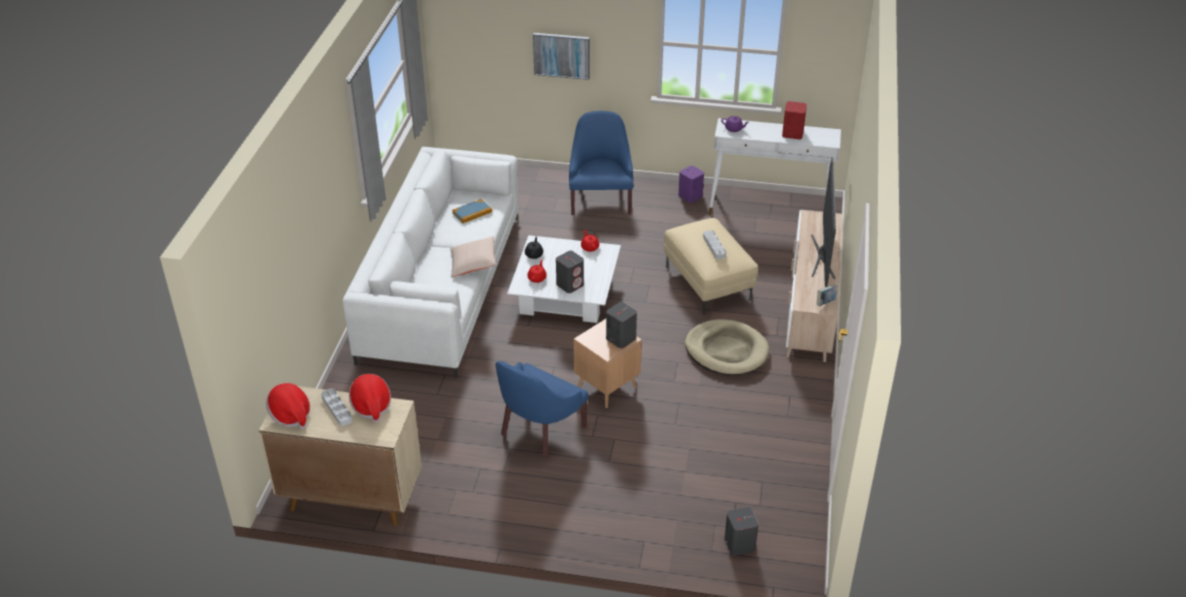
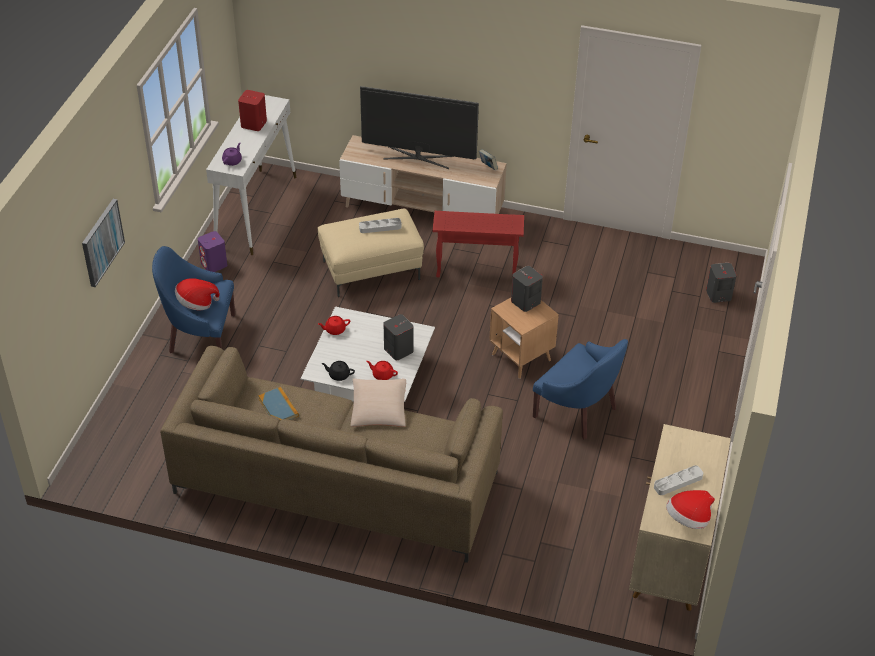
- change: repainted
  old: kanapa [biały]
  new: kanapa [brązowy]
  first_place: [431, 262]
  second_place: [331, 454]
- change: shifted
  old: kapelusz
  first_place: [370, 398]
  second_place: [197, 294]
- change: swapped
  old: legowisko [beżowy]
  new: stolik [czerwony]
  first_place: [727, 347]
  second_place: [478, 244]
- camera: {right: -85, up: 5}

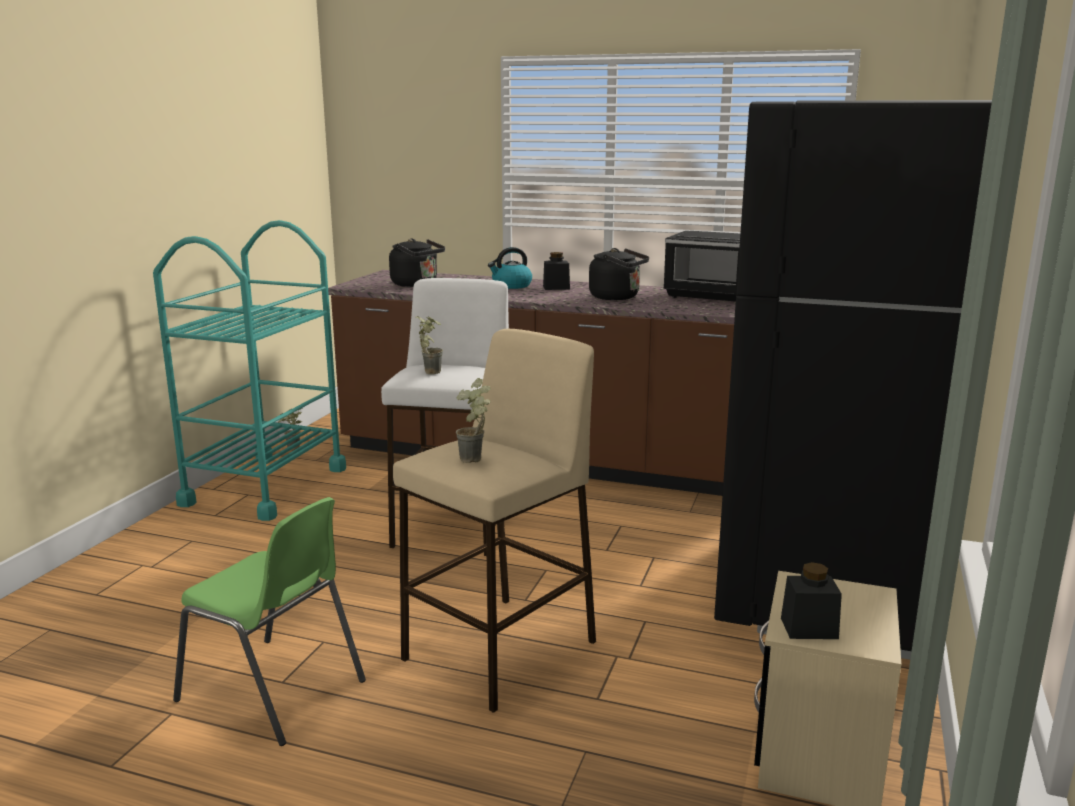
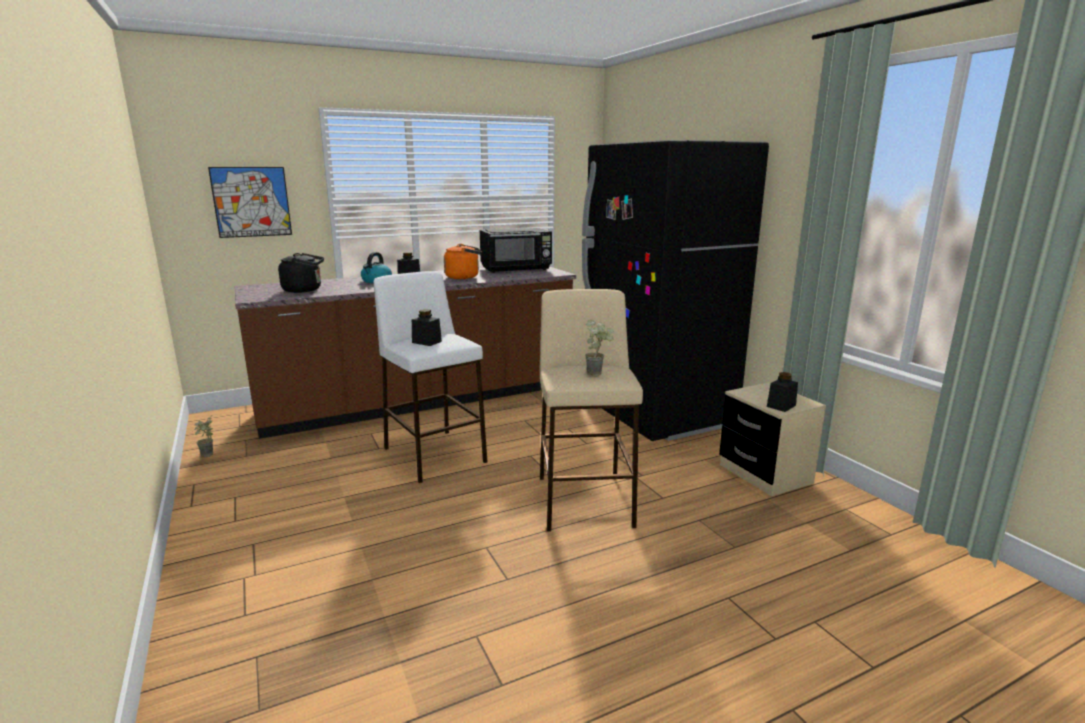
- change: gone
  old: wózek [turkusowy]
  first_place: [249, 370]
- change: gone
  old: krzesło [zielony]
  first_place: [269, 621]
- change: swapped
  old: roślina doniczkowa
  new: słoik [czarny]
  first_place: [429, 345]
  second_place: [427, 327]
- change: repainted
  old: czajnik [czarny]
  new: czajnik [pomarańczowy]
  first_place: [619, 274]
  second_place: [463, 261]
- change: new
  new: obraz
  second_place: [250, 202]
- camera: {right: -45, up: 0}

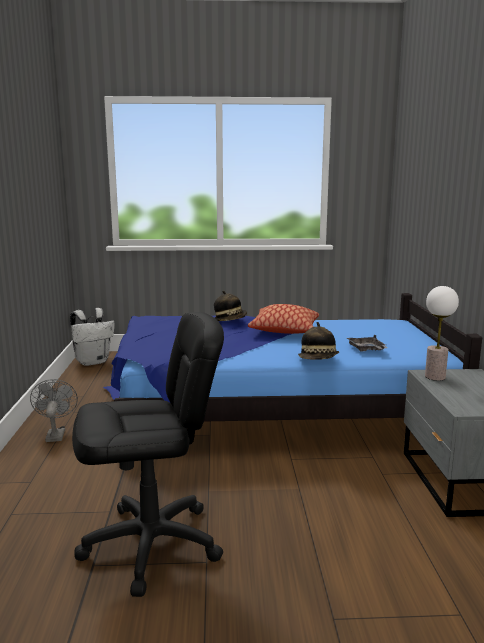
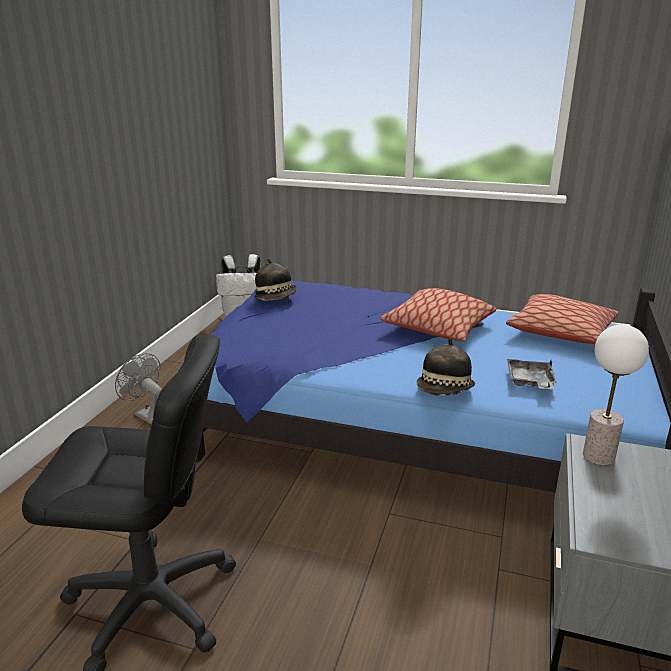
- change: rotated
  old: wentylator [szary]
  first_place: [54, 410]
  second_place: [138, 389]
  degrees: -60
- change: shifted
  old: kapelusz
  first_place: [230, 306]
  second_place: [275, 280]
- change: new
  new: poduszka
  second_place: [562, 319]
- camera: {right: 20, up: 10}

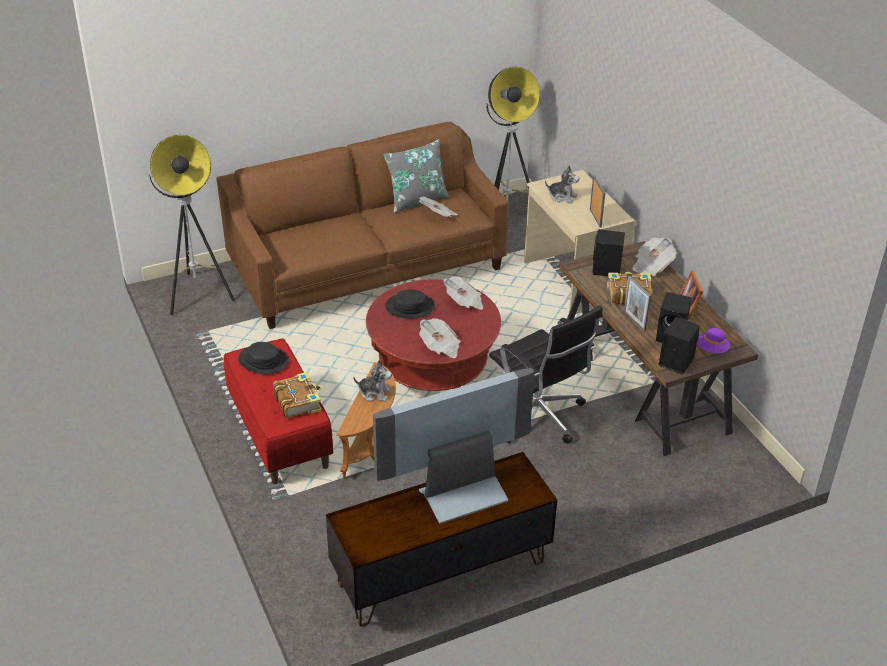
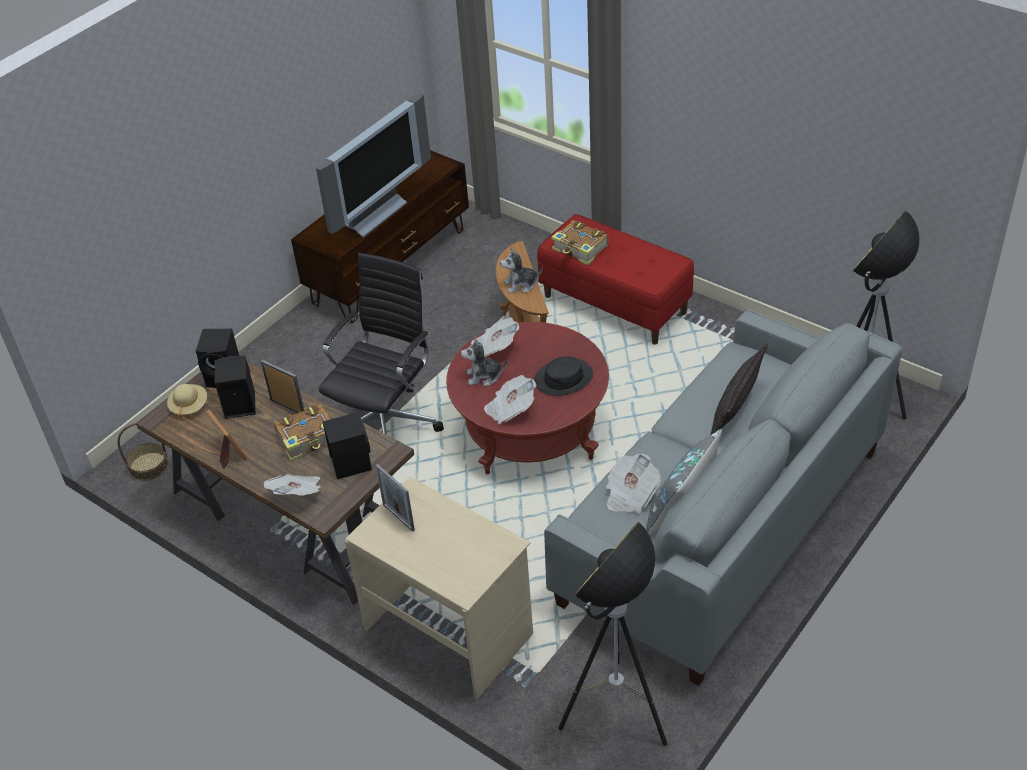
- change: repainted
  old: kanapa [brązowy]
  new: kanapa [szary]
  first_place: [362, 225]
  second_place: [723, 497]
- change: gone
  old: kapelusz [czarny]
  first_place: [263, 358]
- change: rotated
  old: krzesło biurowe [czarny]
  first_place: [545, 374]
  second_place: [381, 344]
  degrees: 90
- change: shifted
  old: pluszak
  first_place: [562, 184]
  second_place: [484, 361]
- change: repainted
  old: kapelusz [fioletowy]
  new: kapelusz [beżowy]
  first_place: [713, 340]
  second_place: [187, 402]
- change: new
  new: koszyk
  second_place: [143, 451]
- change: new
  new: poduszka
  second_place: [739, 388]
- camera: {right: 155, up: 5}

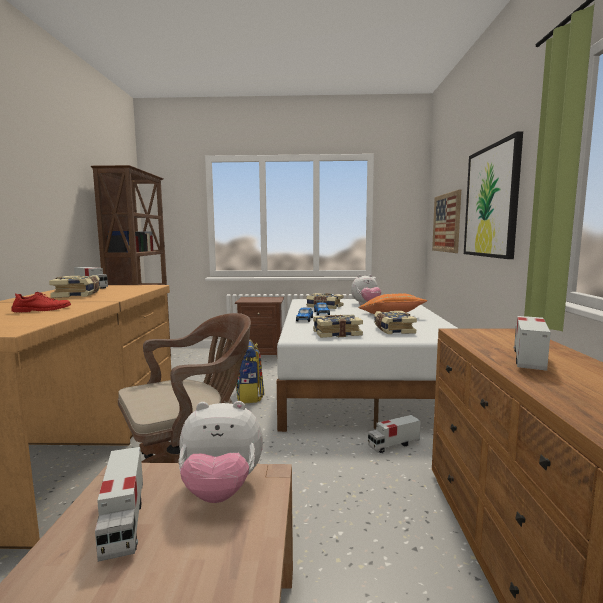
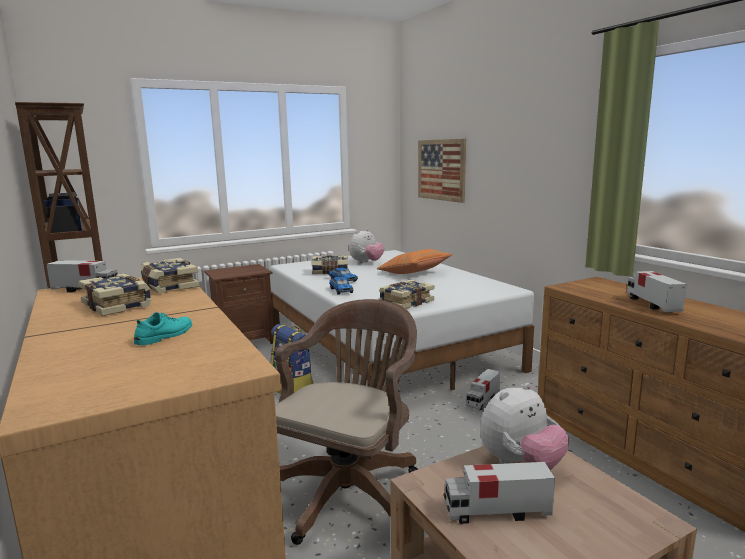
- change: repainted
  old: but [czerwony]
  new: but [turkusowy]
  first_place: [41, 301]
  second_place: [163, 328]
- change: rotated
  old: ciężarówka zabawkowa
  first_place: [119, 504]
  second_place: [499, 493]
  degrees: 135
- change: shifted
  old: książka
  first_place: [395, 322]
  second_place: [170, 275]
- change: gone
  old: obraz
  first_place: [493, 195]
- camera: {right: -30, up: 5}

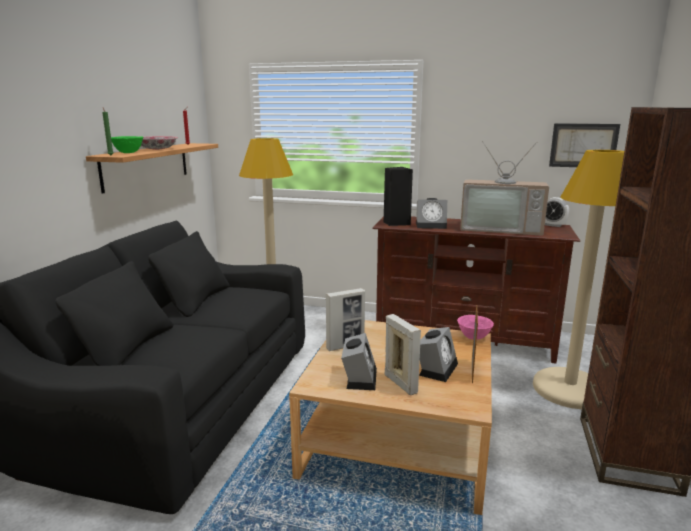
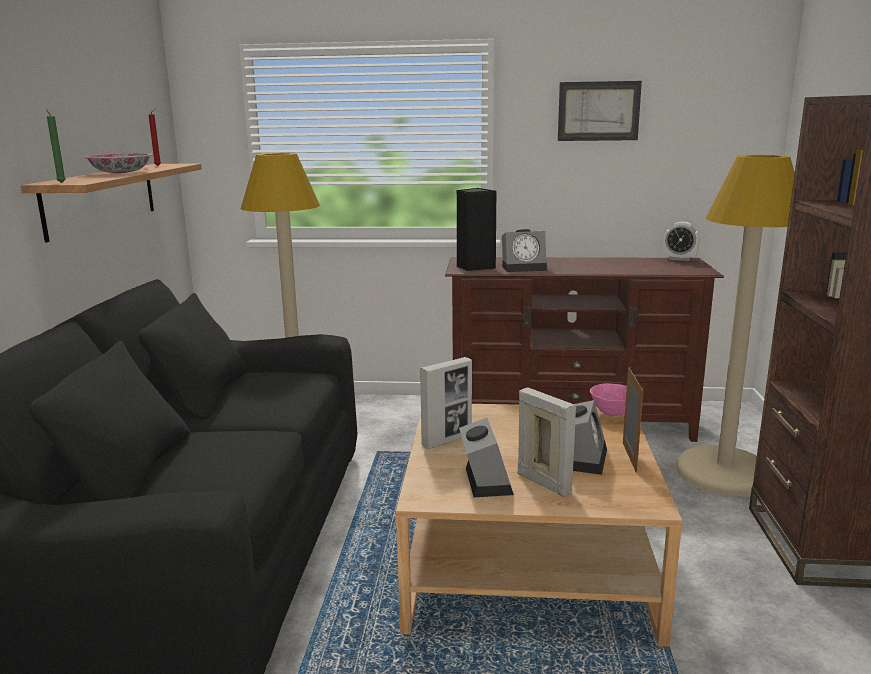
- change: gone
  old: miska [zielony]
  first_place: [127, 144]
- change: gone
  old: telewizor
  first_place: [504, 188]
- change: shifted
  old: obraz
  first_place: [584, 145]
  second_place: [600, 111]
- camera: {right: -10, up: 0}

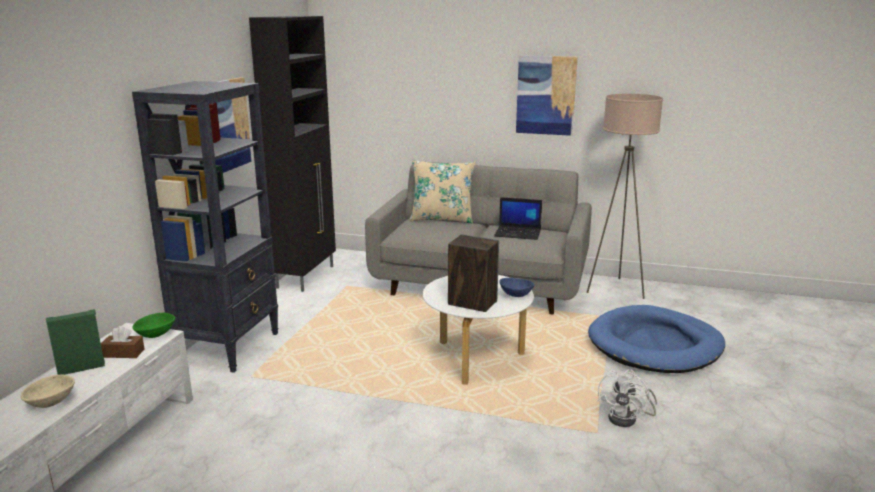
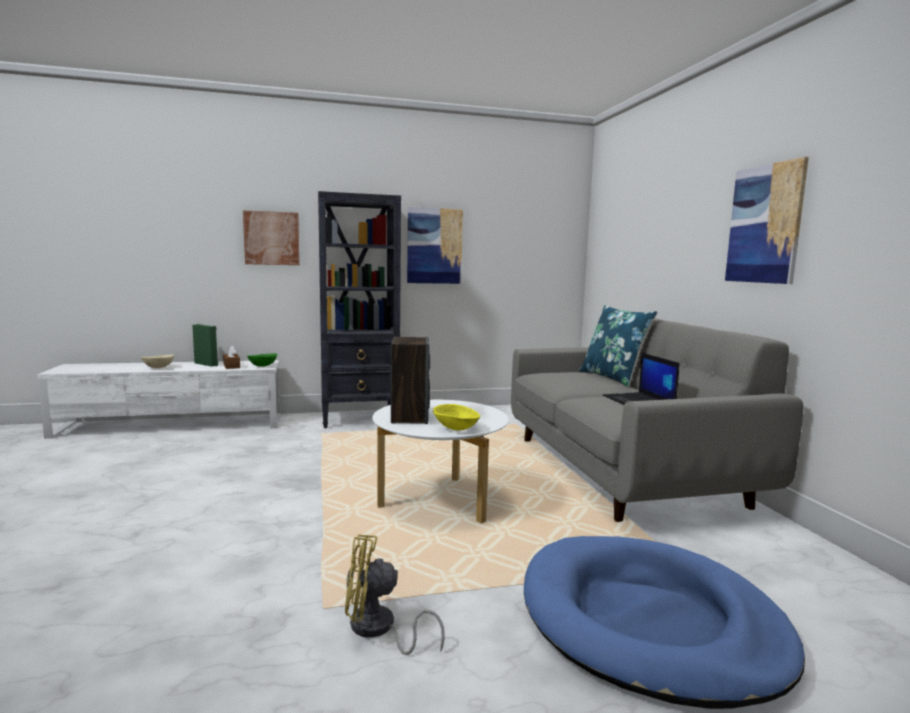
- change: gone
  old: szafka [czarny]
  first_place: [292, 154]
- change: repainted
  old: poduszka [beżowy]
  new: poduszka [niebieski]
  first_place: [442, 191]
  second_place: [618, 346]
- change: repainted
  old: miska [niebieski]
  new: miska [żółty]
  first_place: [517, 287]
  second_place: [456, 417]
- change: gone
  old: lampa stojąca [beżowy]
  first_place: [625, 196]
- change: repainted
  old: wentylator [biały]
  new: wentylator [żółty]
  first_place: [627, 398]
  second_place: [395, 595]
- change: new
  new: obraz
  second_place: [271, 237]
- camera: {right: 60, up: -10}

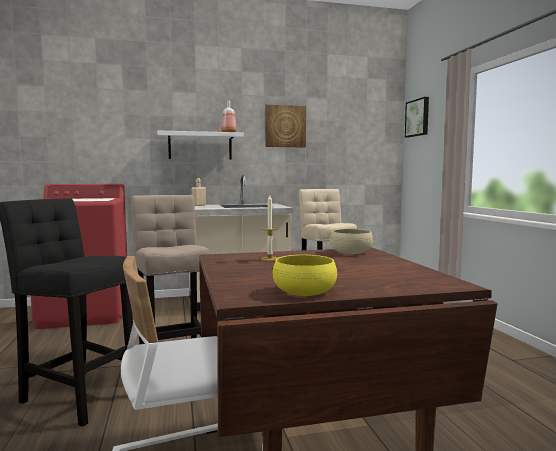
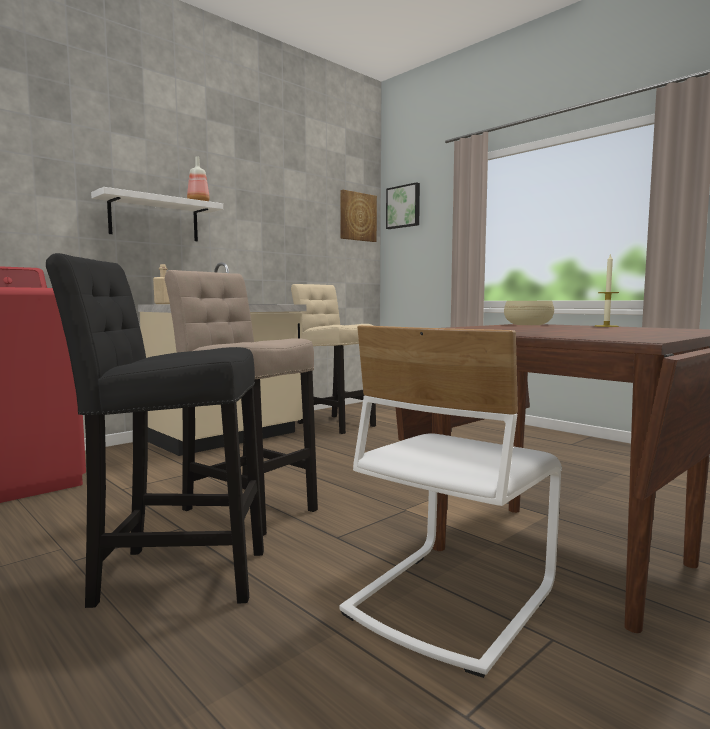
- change: shifted
  old: świeca
  first_place: [269, 228]
  second_place: [607, 290]
- change: shifted
  old: obraz
  first_place: [285, 125]
  second_place: [359, 216]
- change: gone
  old: miska [żółty]
  first_place: [304, 275]
- camera: {right: -30, up: 0}

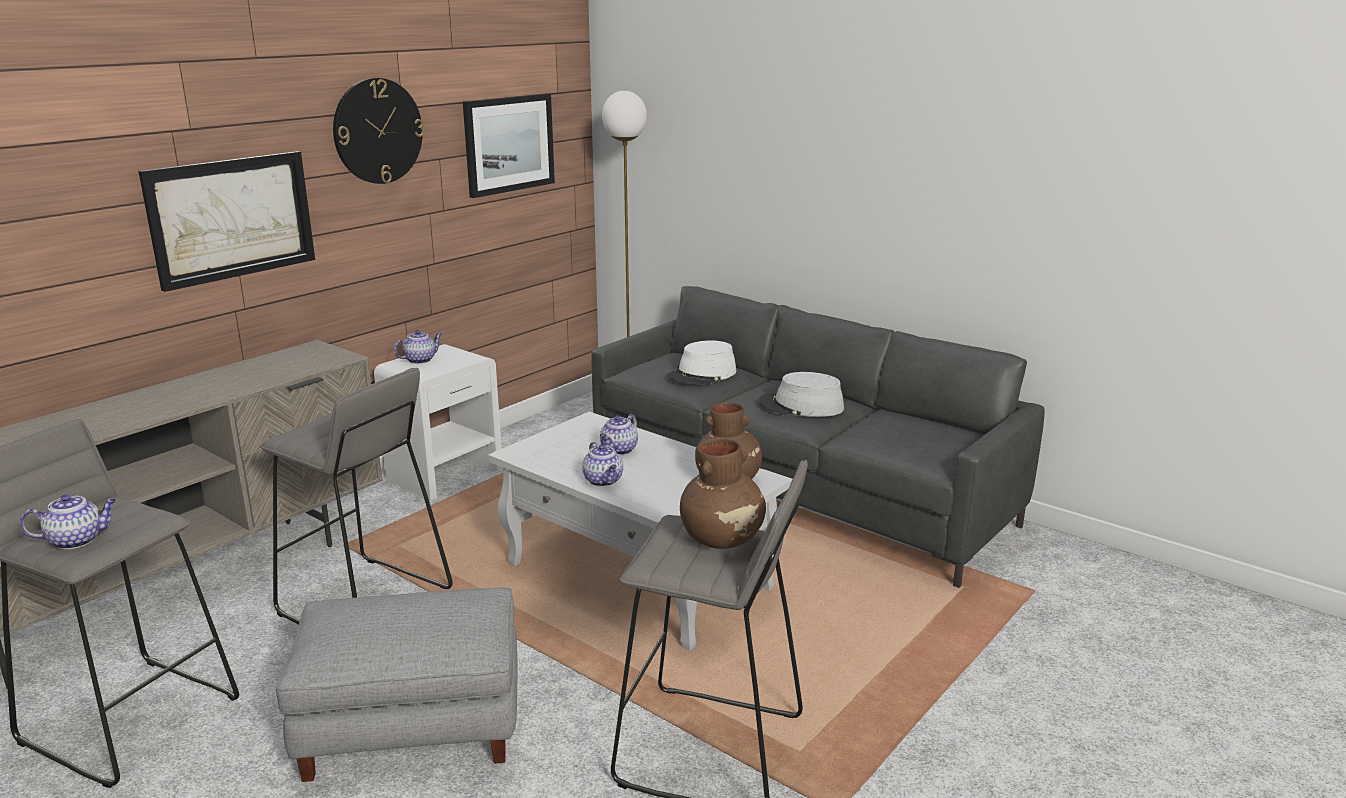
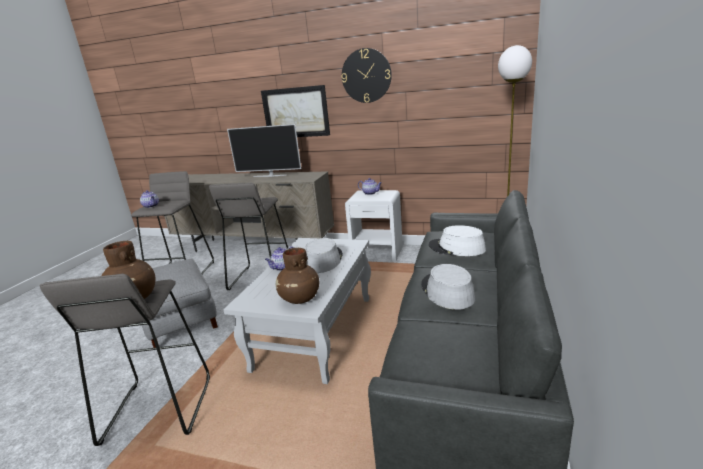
- change: gone
  old: obraz
  first_place: [509, 145]
- change: swapped
  old: imbryk
  new: kapelusz [szary]
  first_place: [619, 434]
  second_place: [324, 255]
- change: new
  new: telewizor
  second_place: [264, 150]
- camera: {right: 70, up: 0}

